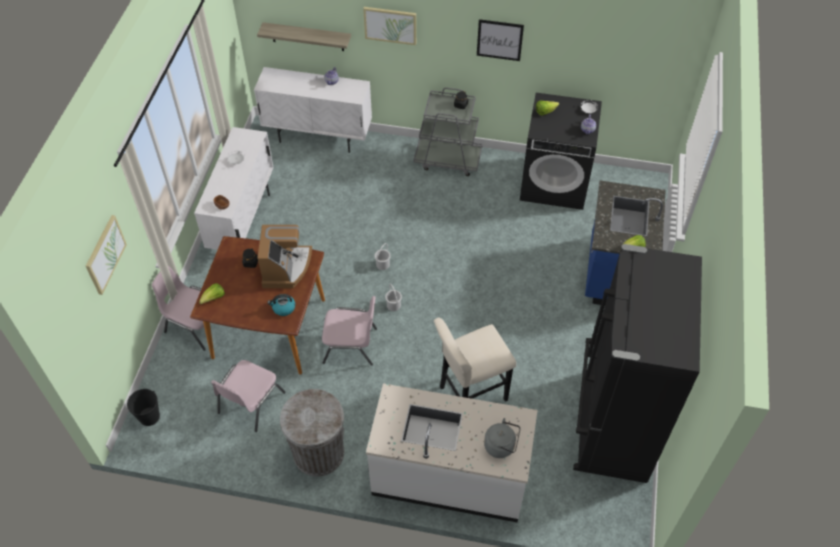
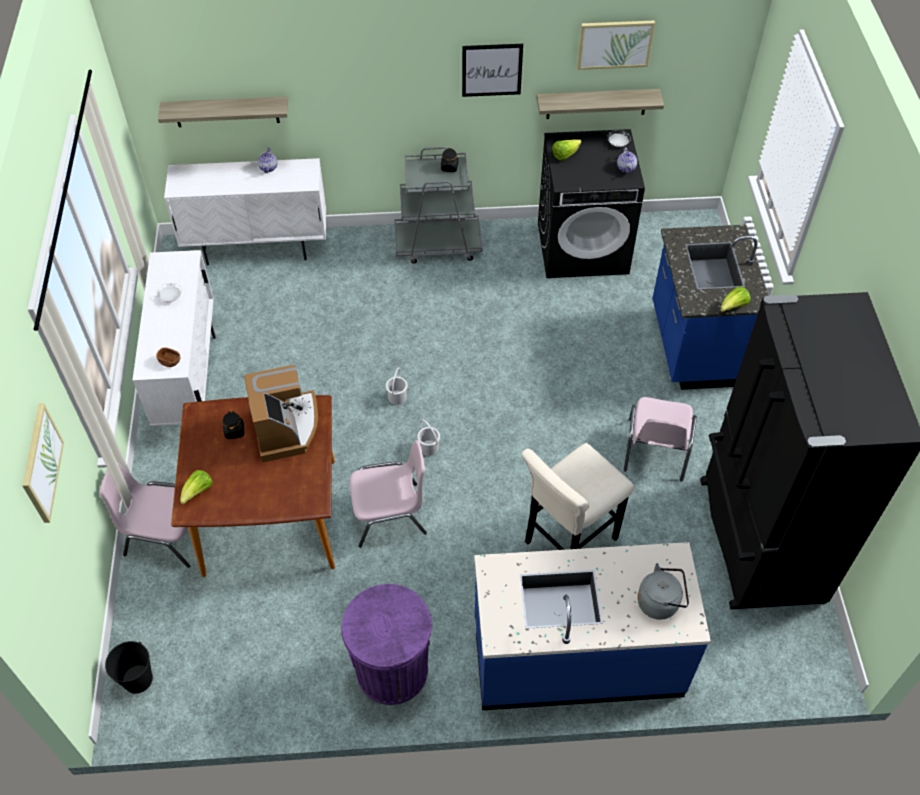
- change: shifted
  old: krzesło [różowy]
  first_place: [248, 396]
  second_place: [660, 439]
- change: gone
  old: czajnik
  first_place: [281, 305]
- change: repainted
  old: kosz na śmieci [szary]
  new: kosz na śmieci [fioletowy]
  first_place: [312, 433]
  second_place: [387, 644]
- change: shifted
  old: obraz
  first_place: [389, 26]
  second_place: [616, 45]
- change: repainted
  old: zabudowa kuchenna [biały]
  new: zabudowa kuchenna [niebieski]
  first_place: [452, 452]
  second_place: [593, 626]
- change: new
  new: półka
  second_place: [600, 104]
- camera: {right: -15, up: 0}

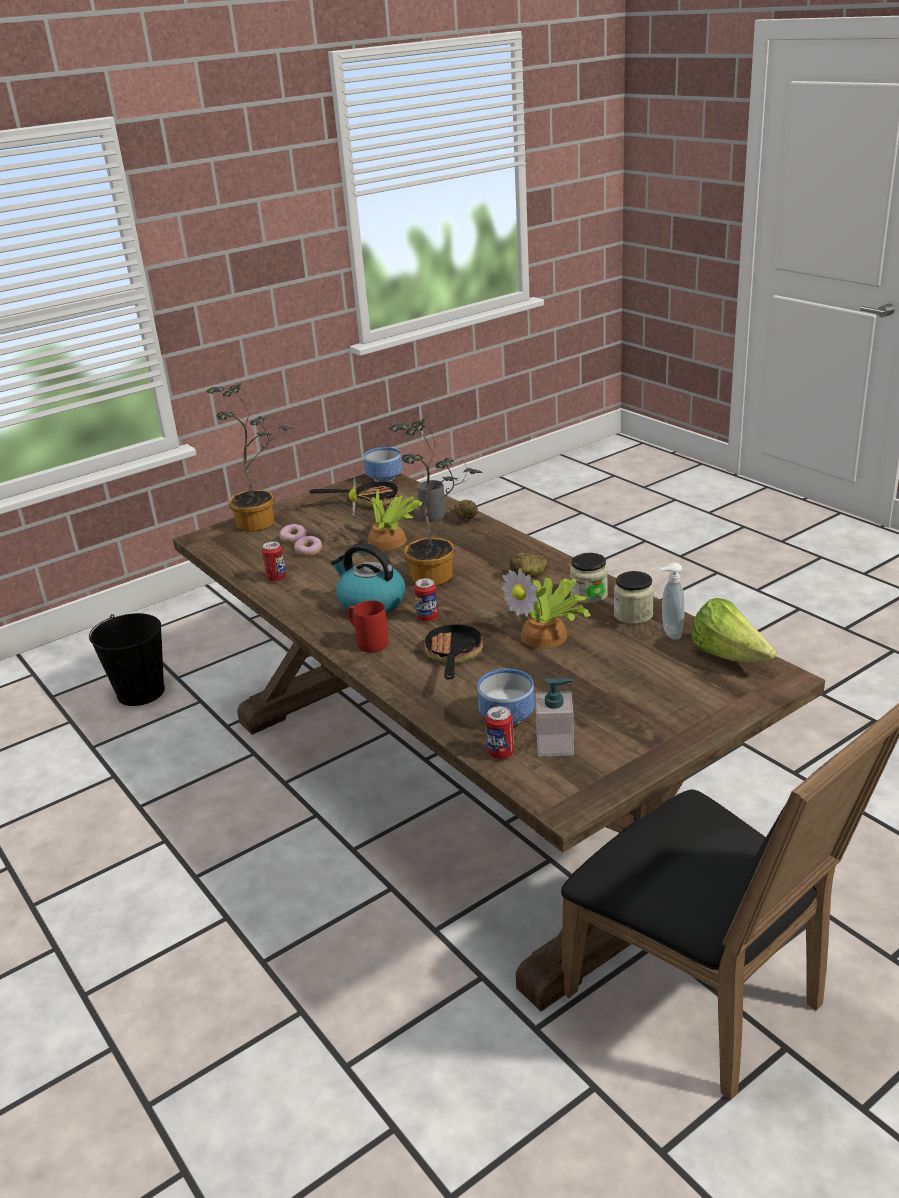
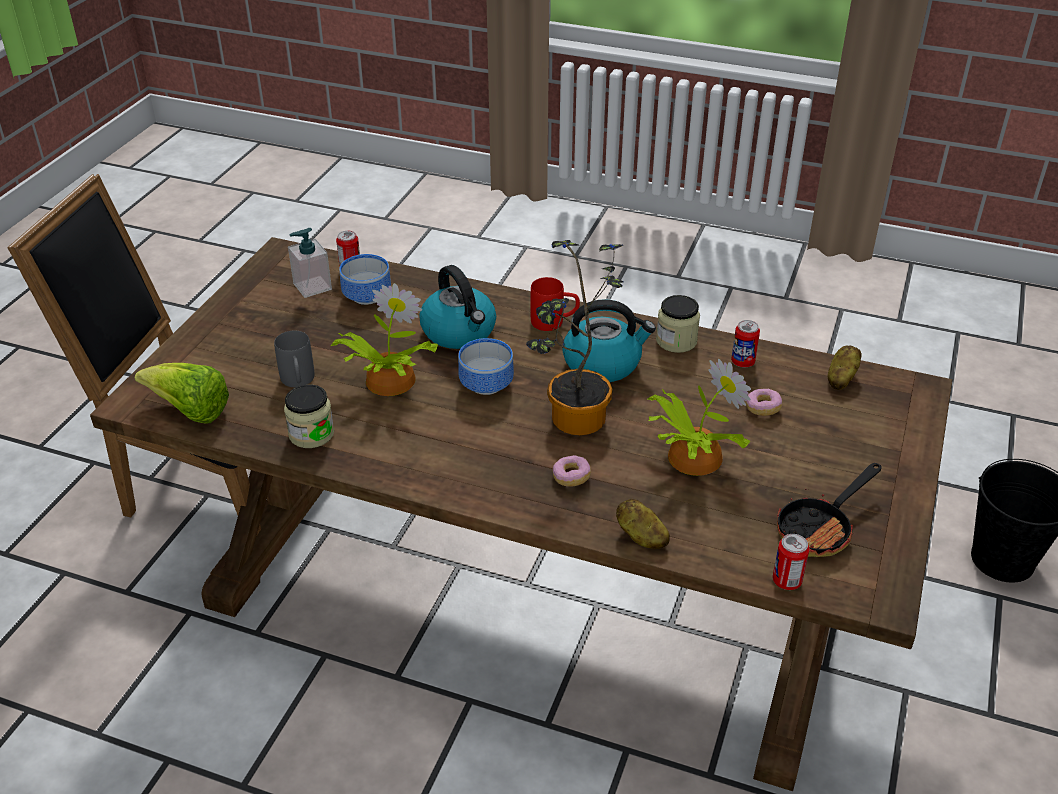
- change: gone
  old: roślina doniczkowa
  first_place: [250, 457]
- change: shifted
  old: donut
  first_place: [293, 534]
  second_place: [572, 471]
- change: shifted
  old: miska
  first_place: [383, 464]
  second_place: [486, 366]
- change: shifted
  old: puszka
  first_place: [426, 600]
  second_place: [791, 562]
- change: shifted
  old: kubek [szary]
  first_place: [432, 501]
  second_place: [294, 359]
- change: swapped
  old: patelnia
  new: czajnik
  first_place: [453, 647]
  second_place: [457, 307]
- change: shifted
  old: ziemniak
  first_place: [528, 565]
  second_place: [845, 367]
- change: shifted
  old: słoik
  first_place: [589, 578]
  second_place: [678, 324]
- change: gone
  old: dozownik mydła
  first_place: [673, 601]
- camera: {right: 145, up: 10}

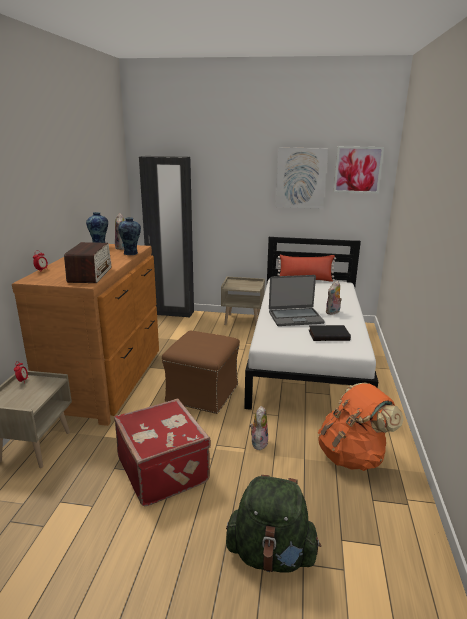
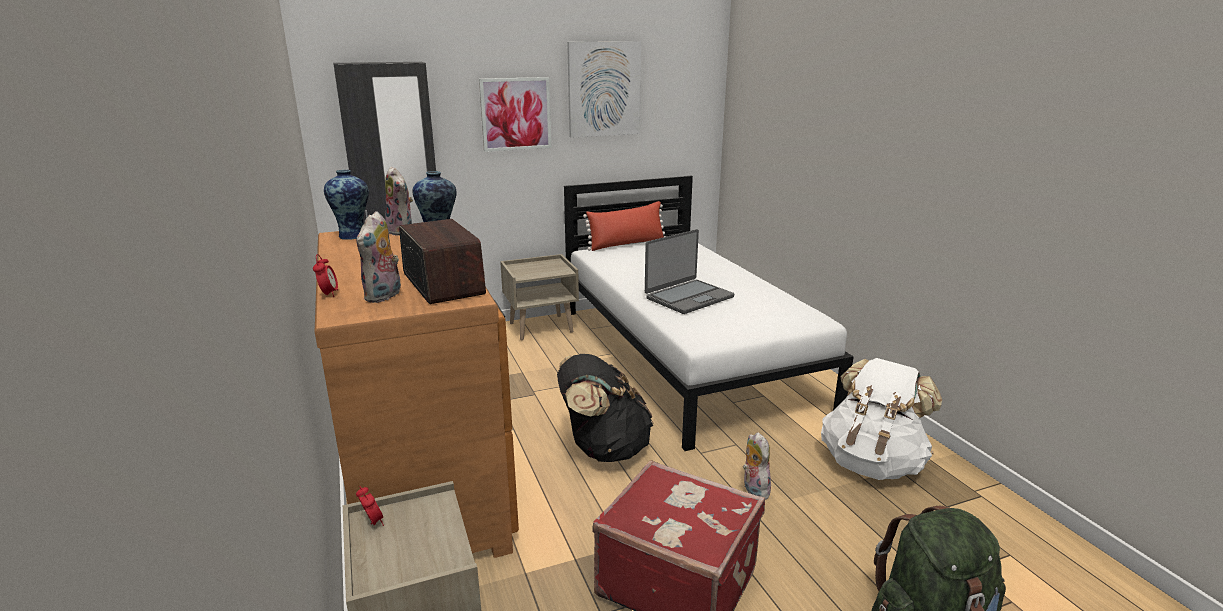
- change: swapped
  old: pufa [brązowy]
  new: plecak [czarny]
  first_place: [201, 372]
  second_place: [605, 408]
- change: gone
  old: książka [czarny]
  first_place: [330, 333]
- change: repainted
  old: plecak [pomarańczowy]
  new: plecak [biały]
  first_place: [361, 427]
  second_place: [881, 419]
- change: shifted
  old: pluszak
  first_place: [334, 297]
  second_place: [378, 257]
- change: shifted
  old: obraz
  first_place: [359, 170]
  second_place: [515, 114]
- camera: {right: -30, up: 0}

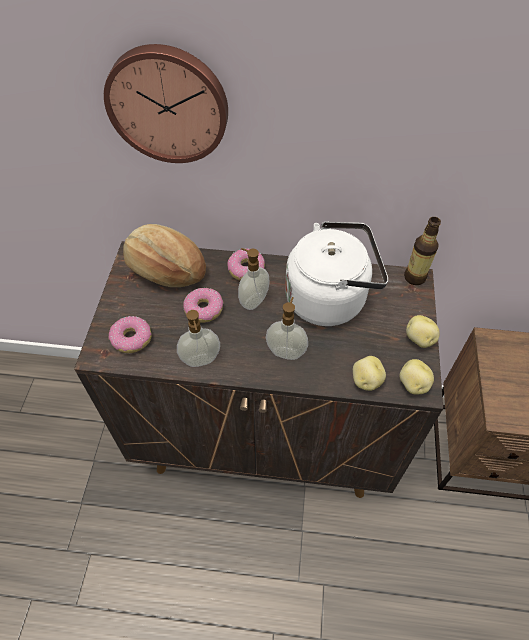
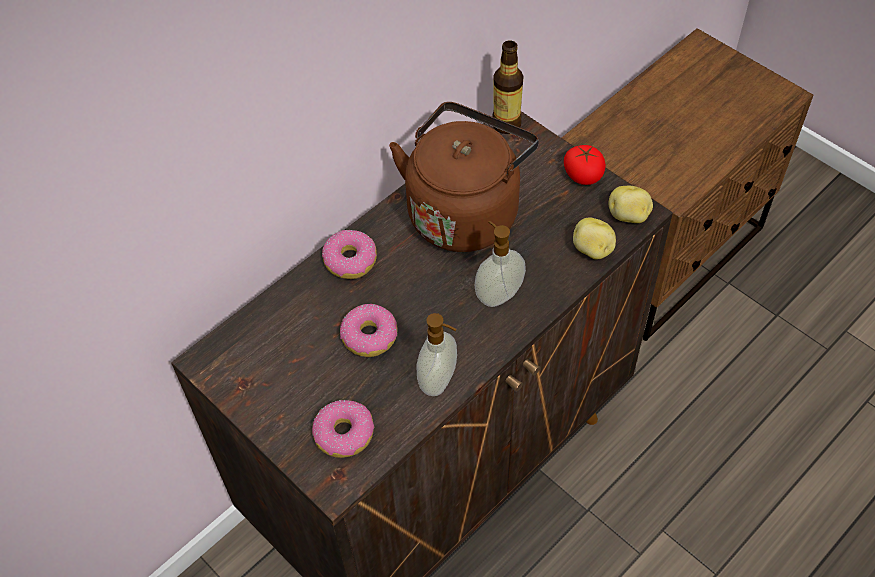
- change: gone
  old: zegar ścienny
  first_place: [166, 103]
- change: gone
  old: chleb
  first_place: [164, 255]
- change: gone
  old: dozownik mydła
  first_place: [253, 279]
- change: repainted
  old: czajnik [biały]
  new: czajnik [brązowy]
  first_place: [336, 273]
  second_place: [464, 177]
- change: swapped
  old: ziemniak
  new: pomidor
  first_place: [423, 331]
  second_place: [585, 165]
- camera: {right: -50, up: 0}

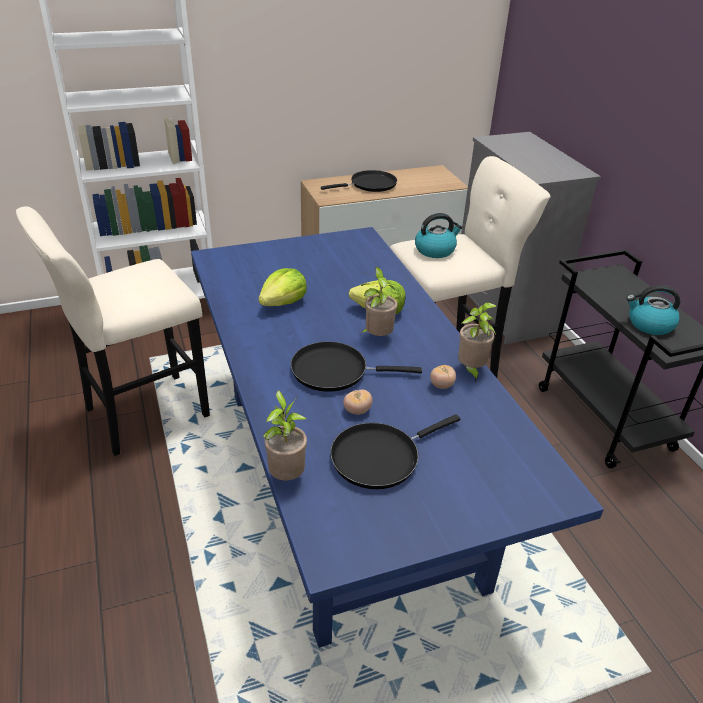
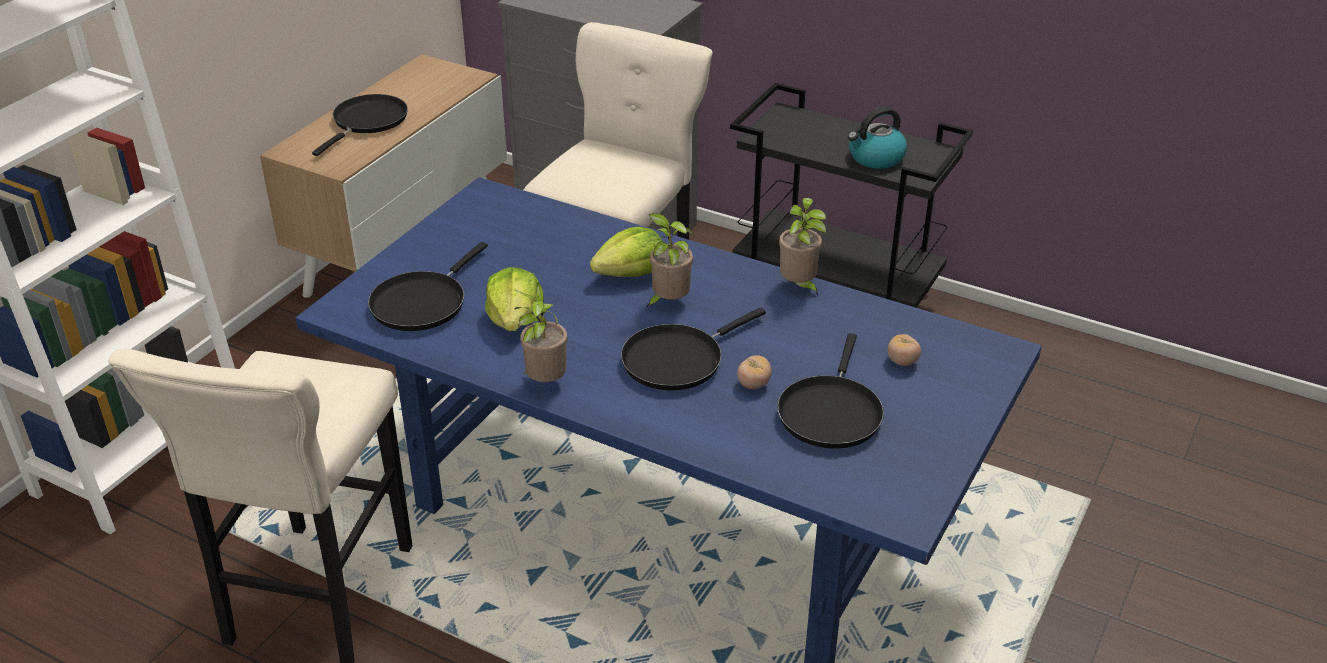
- change: shifted
  old: roślina doniczkowa
  first_place: [285, 436]
  second_place: [540, 333]
- change: gone
  old: czajnik
  first_place: [439, 235]
- change: shifted
  old: pomidor
  first_place: [443, 377]
  second_place: [904, 350]
- change: new
  new: patelnia [czarny]
  second_place: [428, 286]
- camera: {right: -40, up: 0}

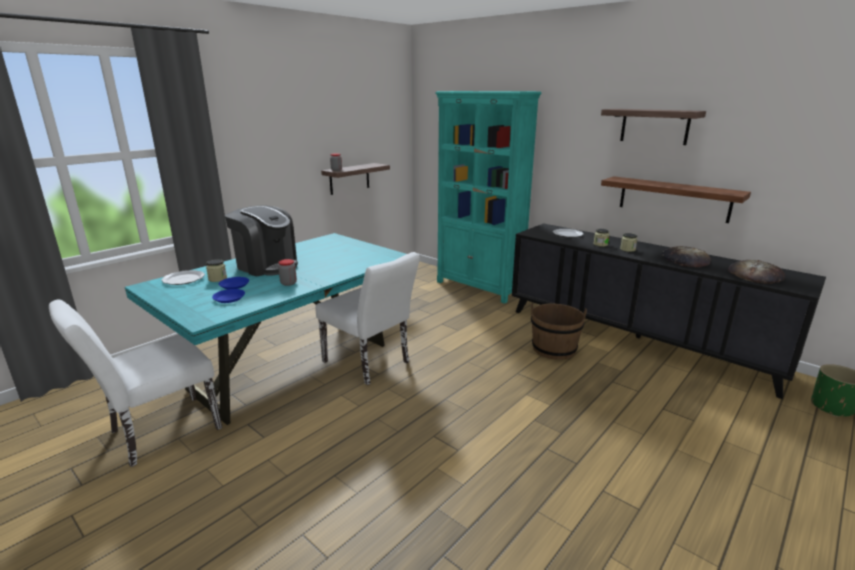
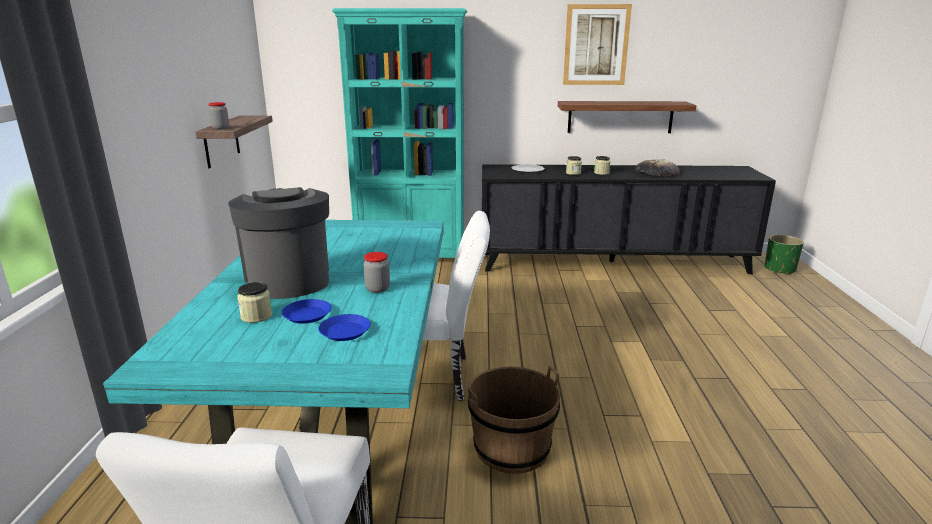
- change: gone
  old: talerz
  first_place: [183, 277]
- change: rotated
  old: ekspres do kawy
  first_place: [261, 241]
  second_place: [278, 243]
  degrees: -105
- change: shifted
  old: wiadro [brązowy]
  first_place: [559, 331]
  second_place: [513, 419]
- change: swapped
  old: półka
  new: obraz
  first_place: [653, 127]
  second_place: [597, 44]
- change: gone
  old: chleb
  first_place: [756, 272]
- camera: {right: -40, up: 0}

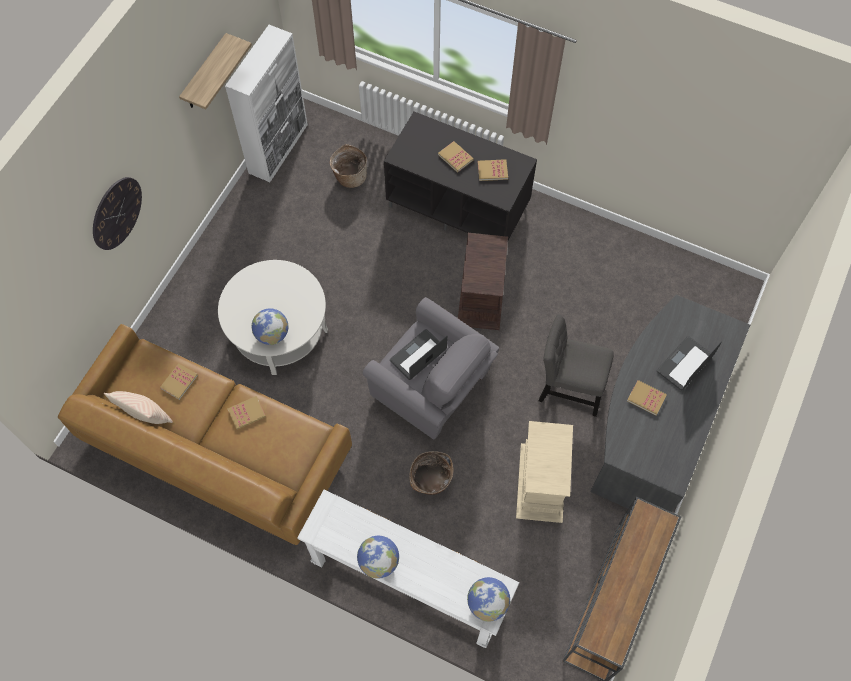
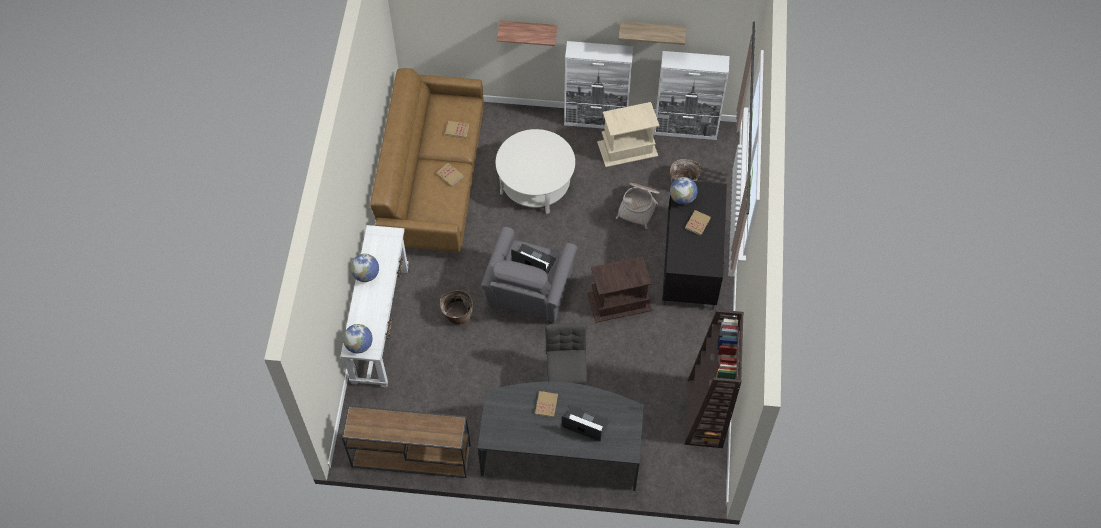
- change: swapped
  old: zegar ścienny
  new: półka
  first_place: [117, 213]
  second_place: [527, 33]
- change: gone
  old: poduszka [beżowy]
  first_place: [138, 407]
- change: shifted
  old: globus
  first_place: [269, 326]
  second_place: [684, 191]
- change: gone
  old: książka
  first_place: [493, 170]
- change: shifted
  old: stolik [beżowy]
  first_place: [544, 472]
  second_place: [628, 134]
- change: new
  new: szafka [biały]
  second_place: [598, 85]
- change: new
  new: koszyk
  second_place: [638, 206]
- change: new
  new: regał [brązowy]
  second_place: [714, 379]
- camera: {right: 70, up: -5}

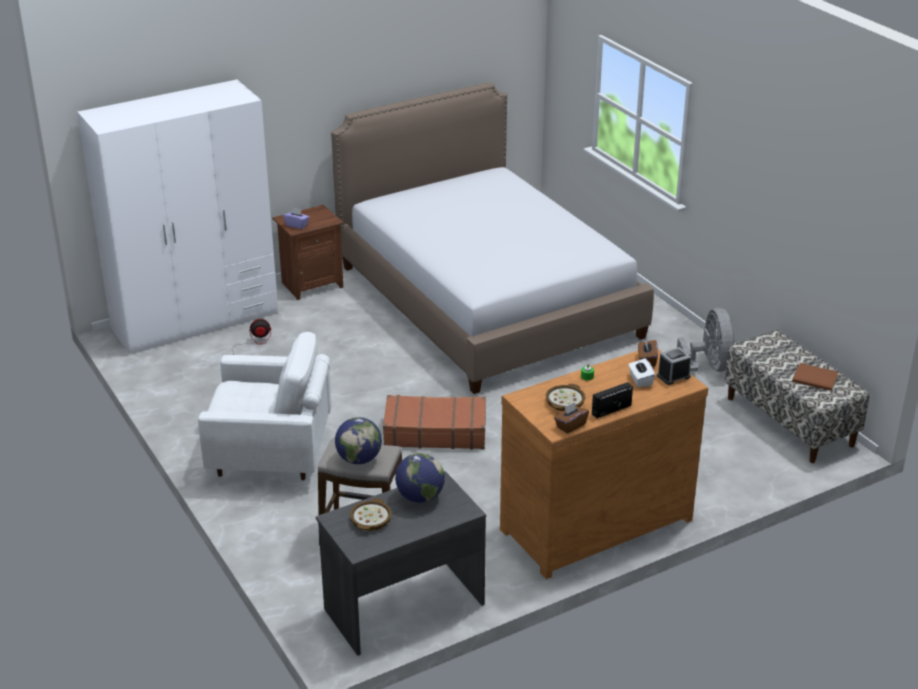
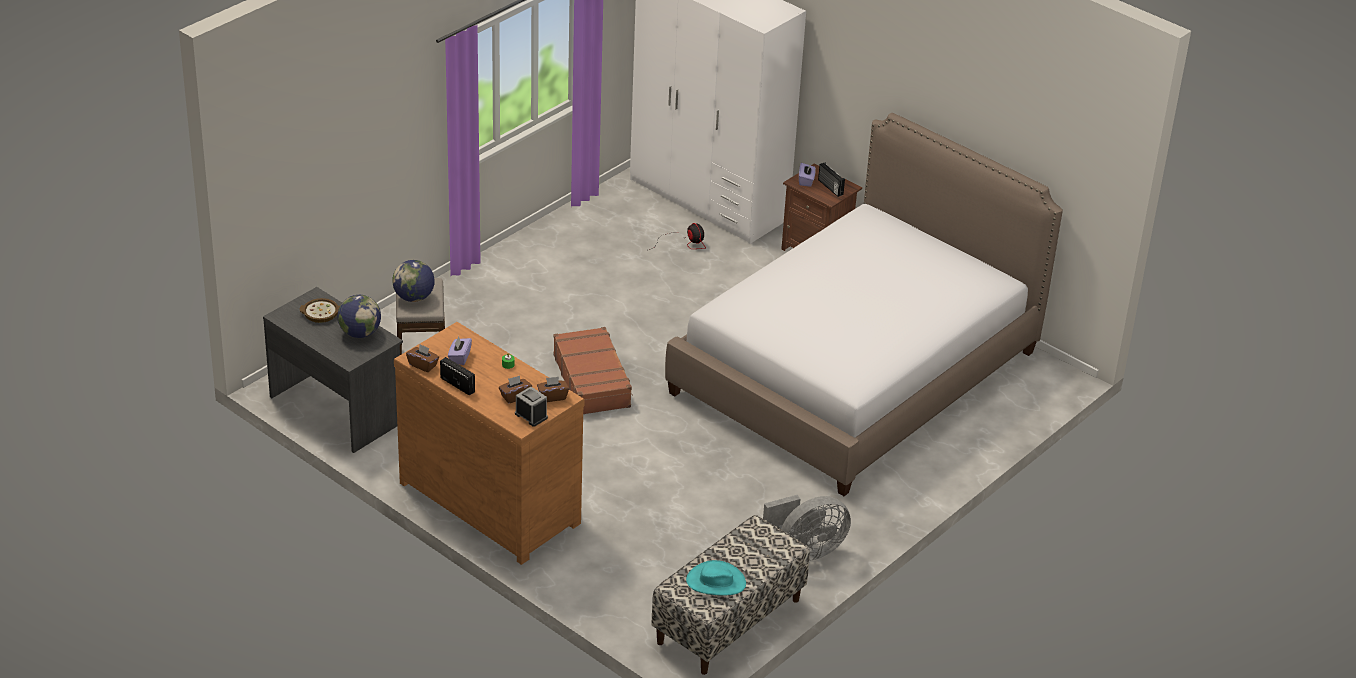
- change: gone
  old: fotel [biały]
  first_place: [264, 406]
- change: swapped
  old: miska
  new: pudełko chusteczek [fioletowy]
  first_place: [565, 397]
  second_place: [460, 350]
- change: repainted
  old: pudełko chusteczek [biały]
  new: pudełko chusteczek [brązowy]
  first_place: [641, 372]
  second_place: [515, 389]
- change: swapped
  old: książka [brązowy]
  new: kapelusz [turkusowy]
  first_place: [815, 377]
  second_place: [716, 577]
- change: new
  new: radio
  second_place: [831, 180]
- camera: {right: 70, up: 5}

